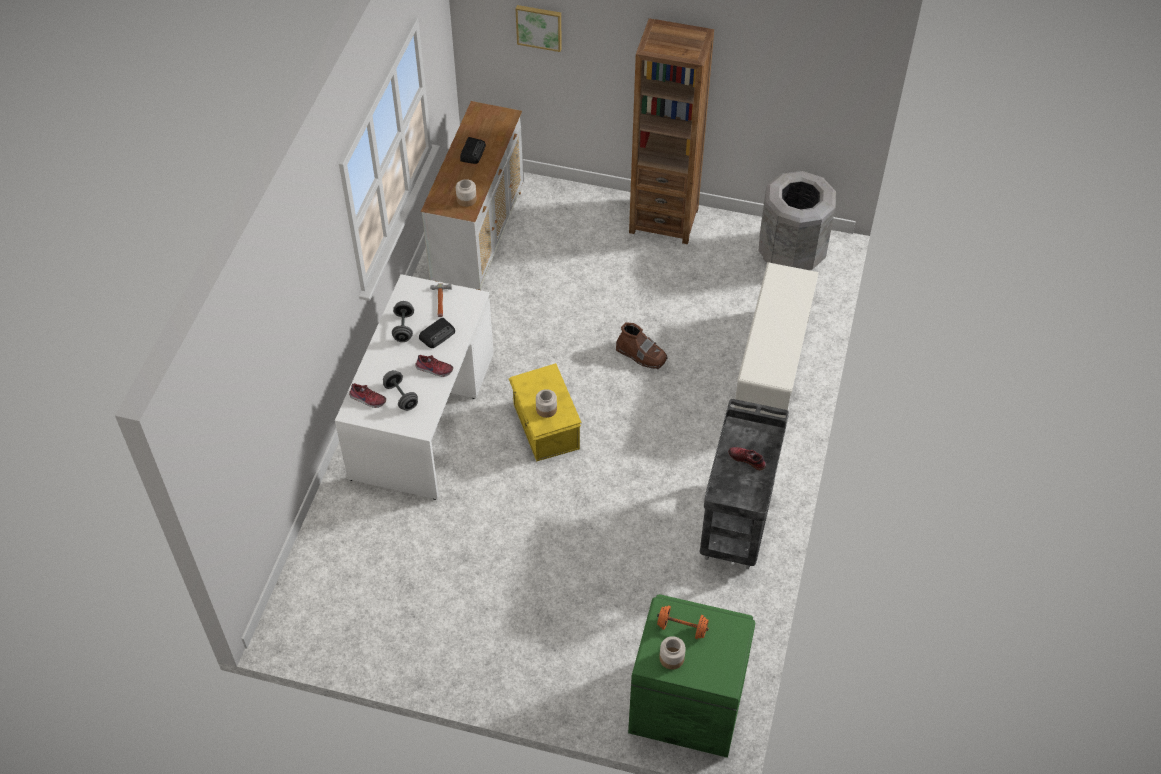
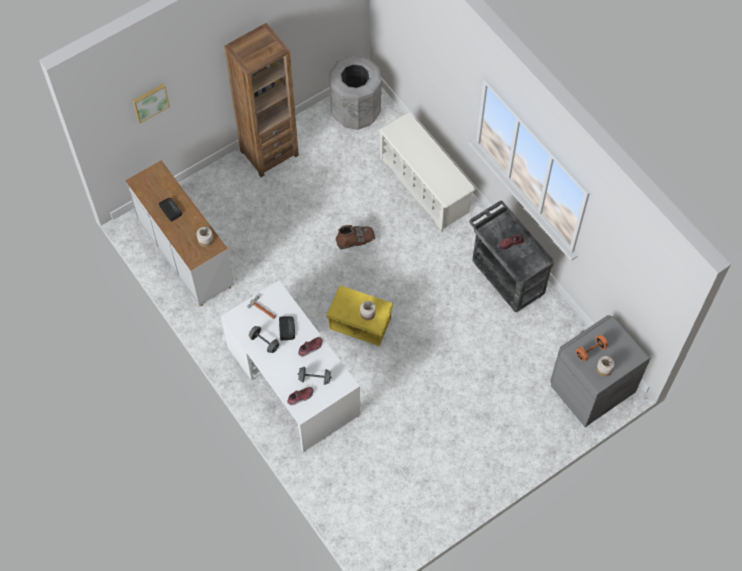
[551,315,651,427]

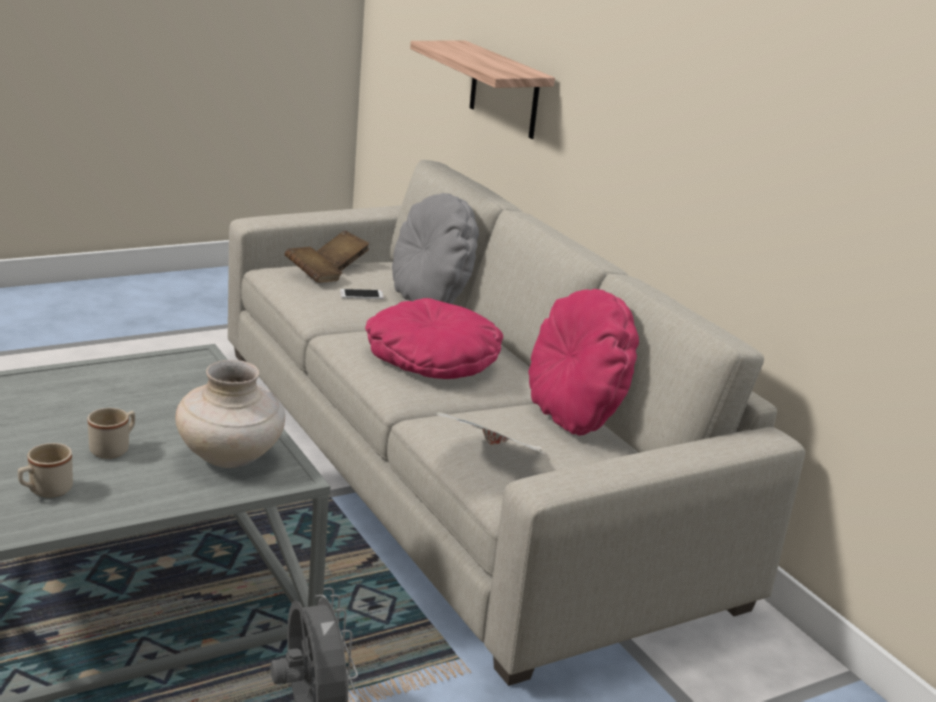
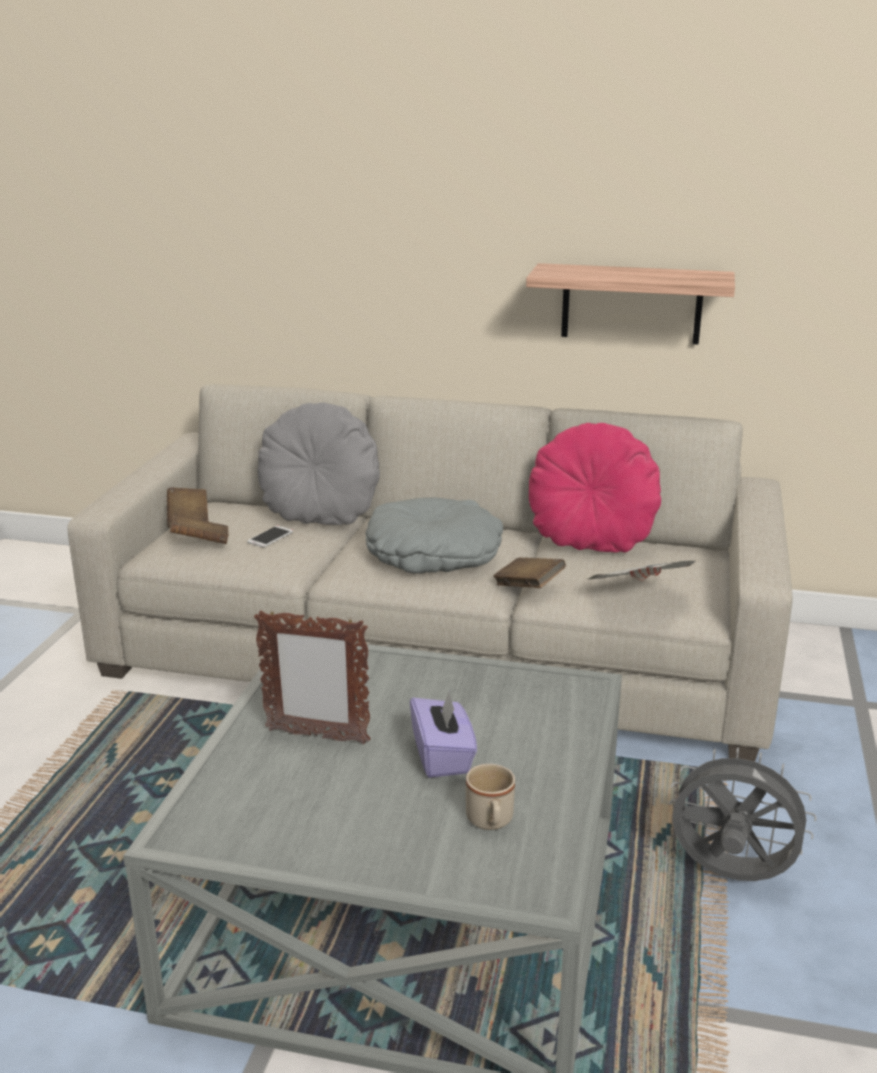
[175,360,285,468] (first image)
[254,610,371,745]
[493,558,566,588]
[526,263,735,345]
[410,690,477,778]
[365,498,503,574]

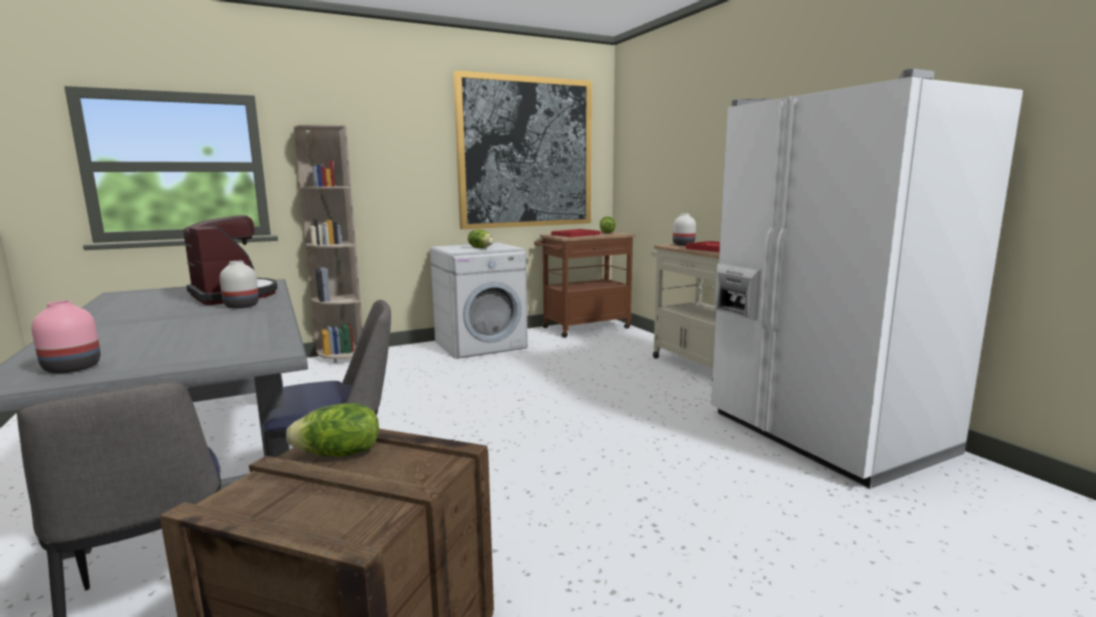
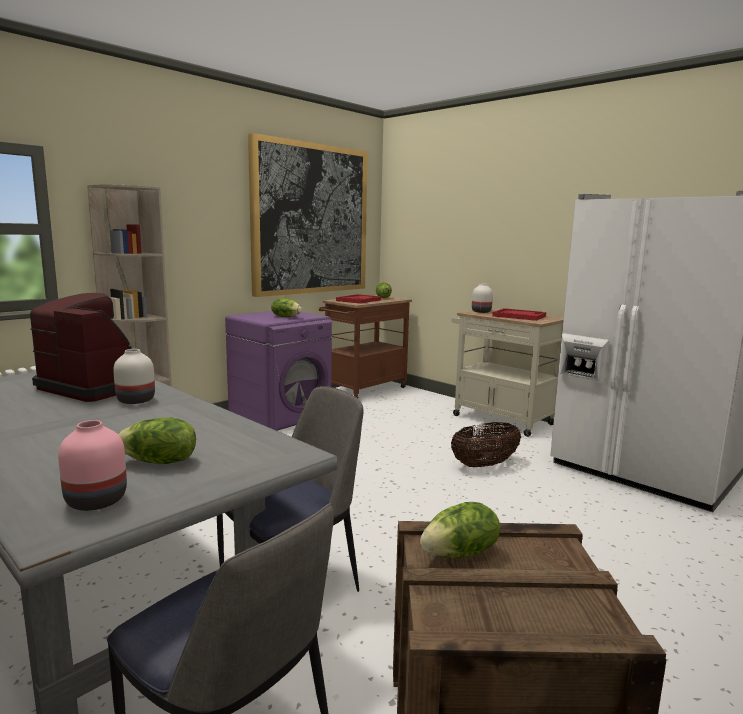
[118,417,196,464]
[451,422,521,467]
[225,311,332,431]

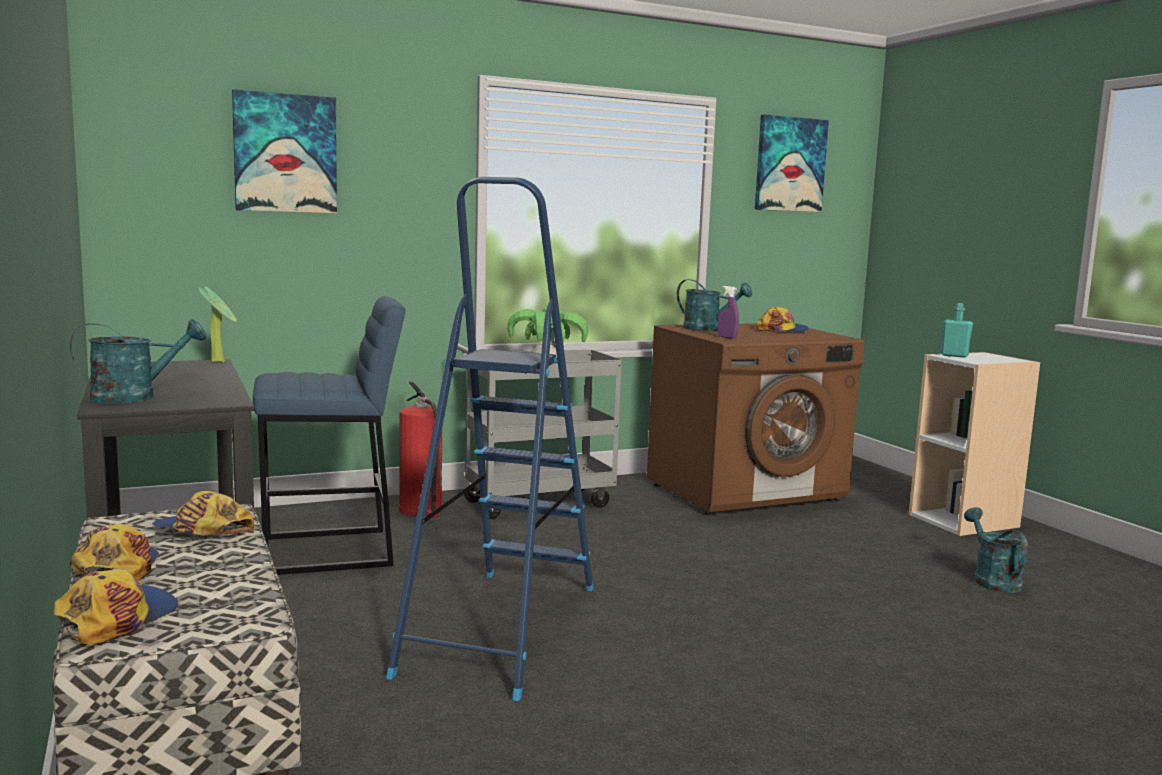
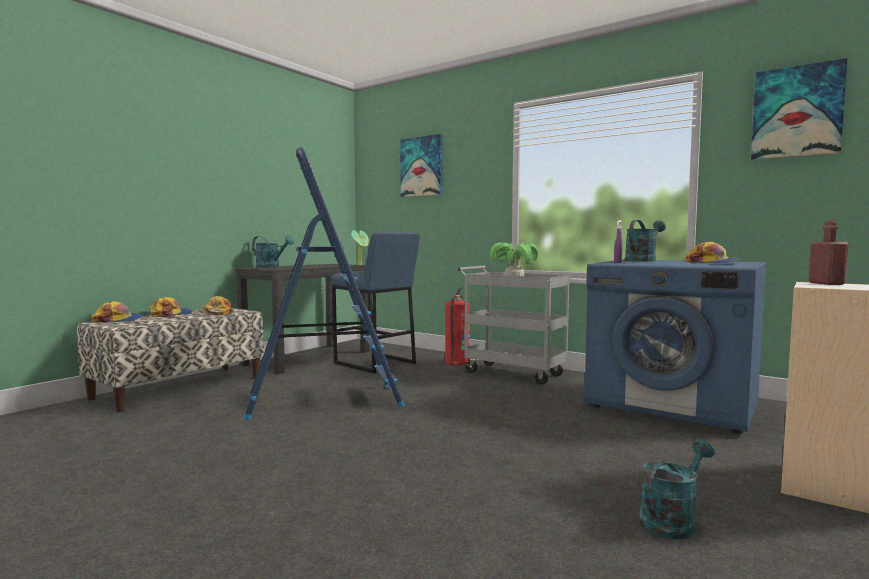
[584,259,766,434]
[809,221,849,285]
[625,220,666,262]

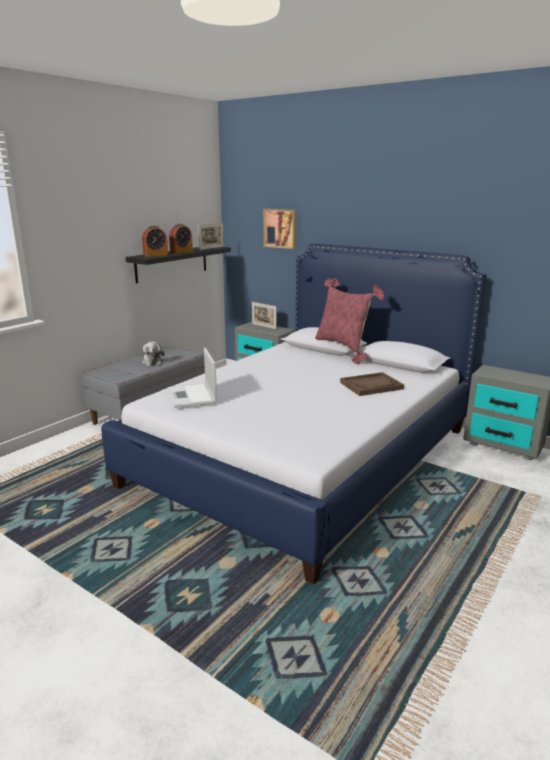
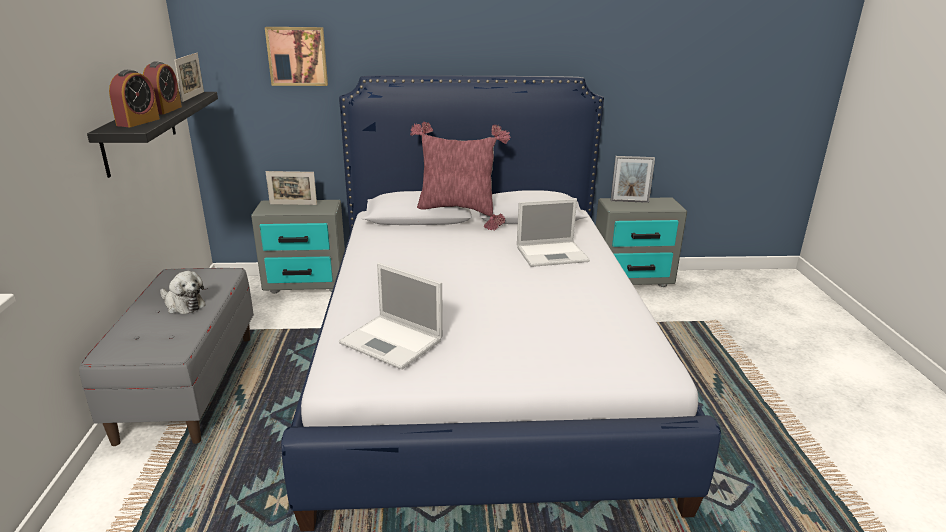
[611,156,655,203]
[517,199,590,267]

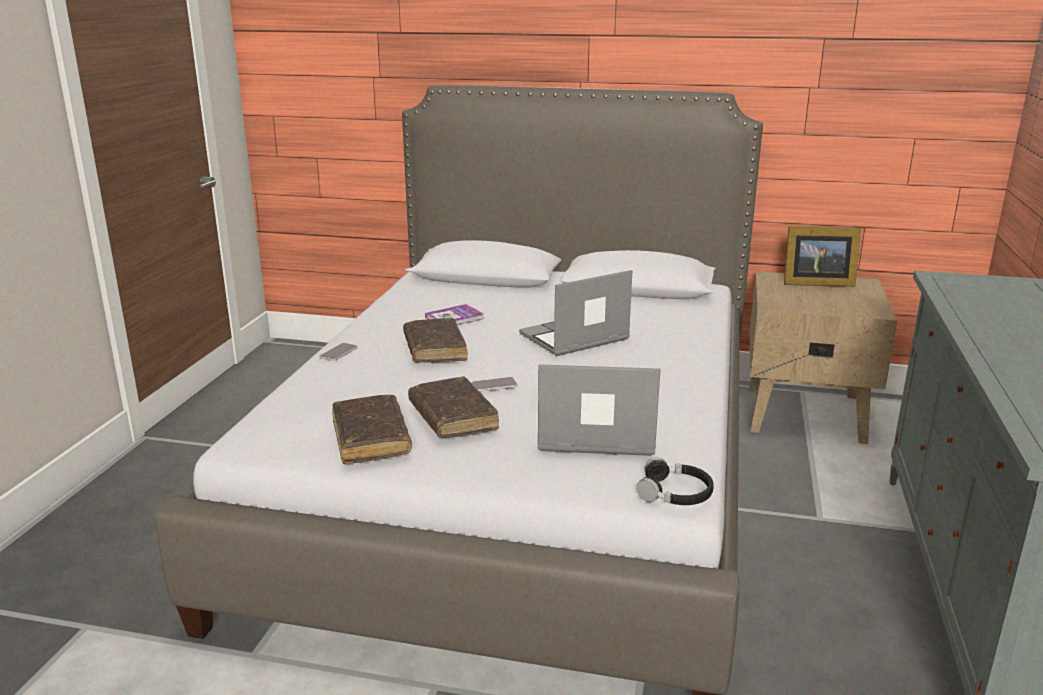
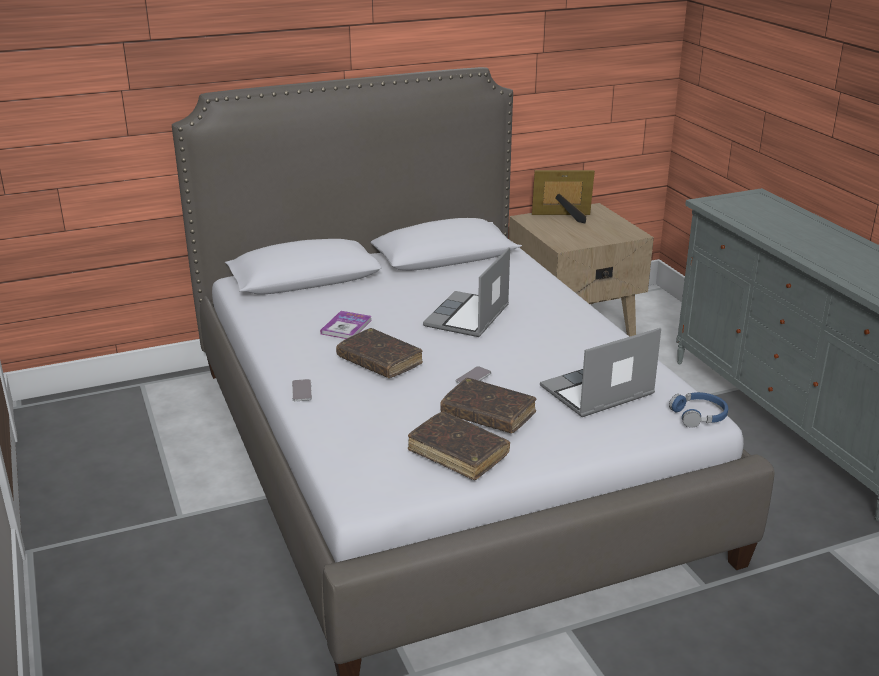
[669,392,728,428]
[532,170,595,223]

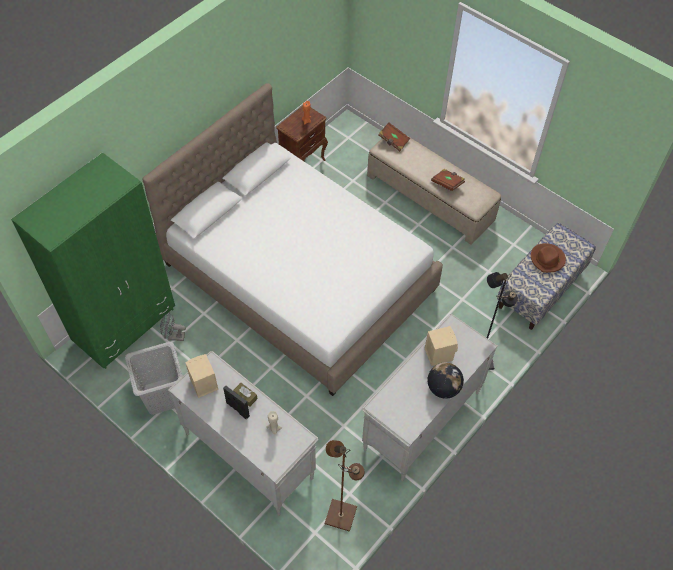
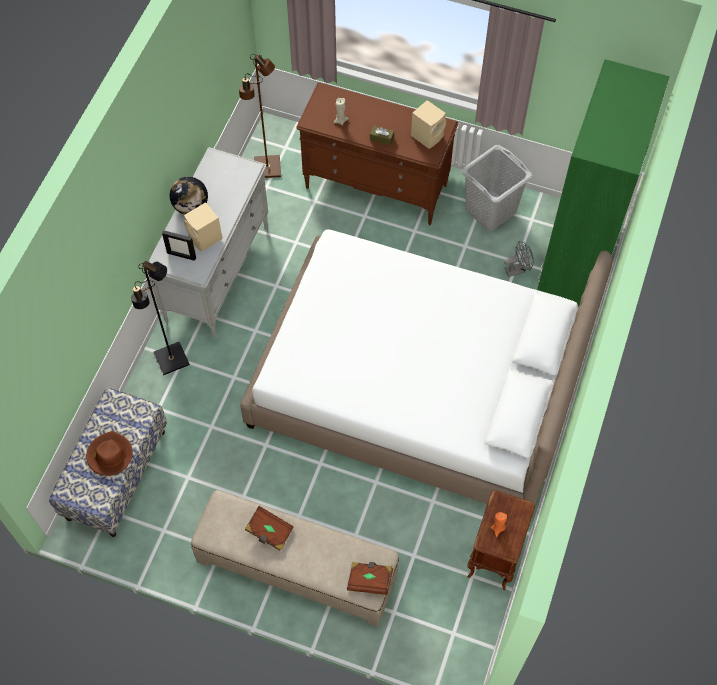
[162,230,196,261]
[296,82,459,225]

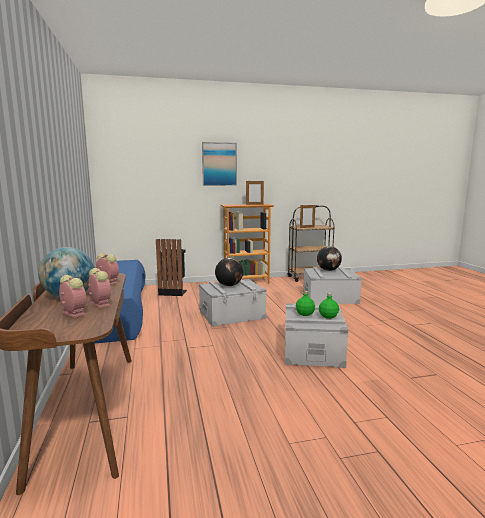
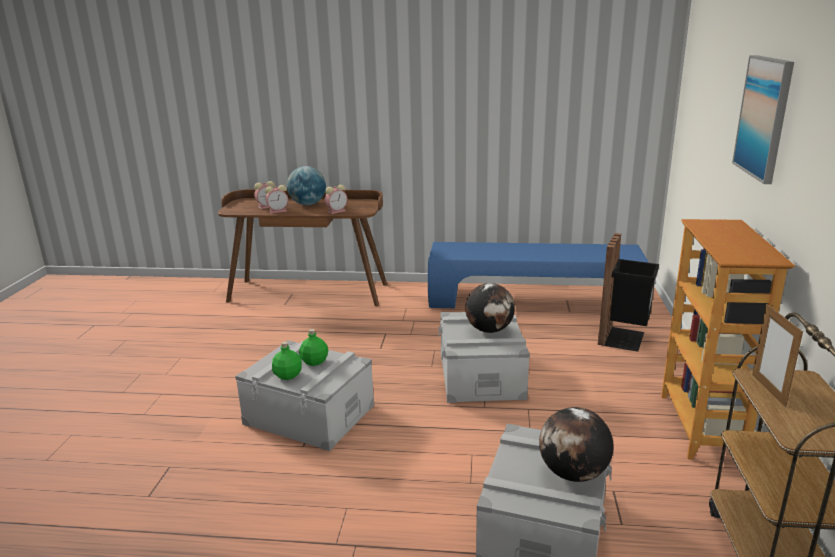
[246,181,264,205] (first image)

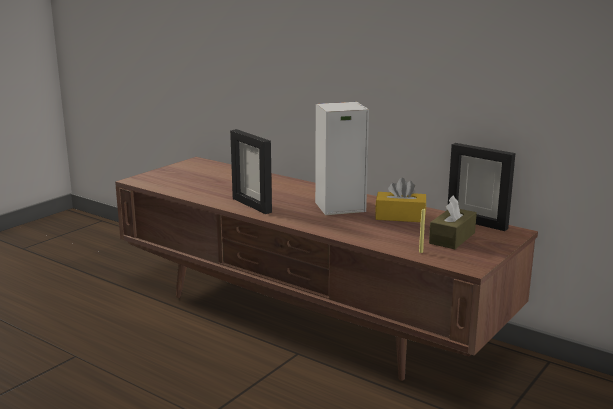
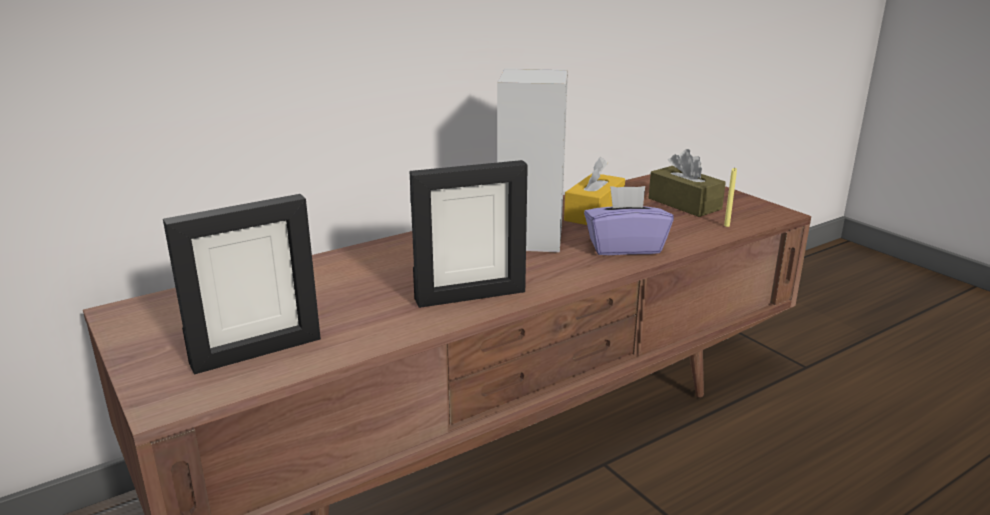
[584,186,674,255]
[163,194,321,375]

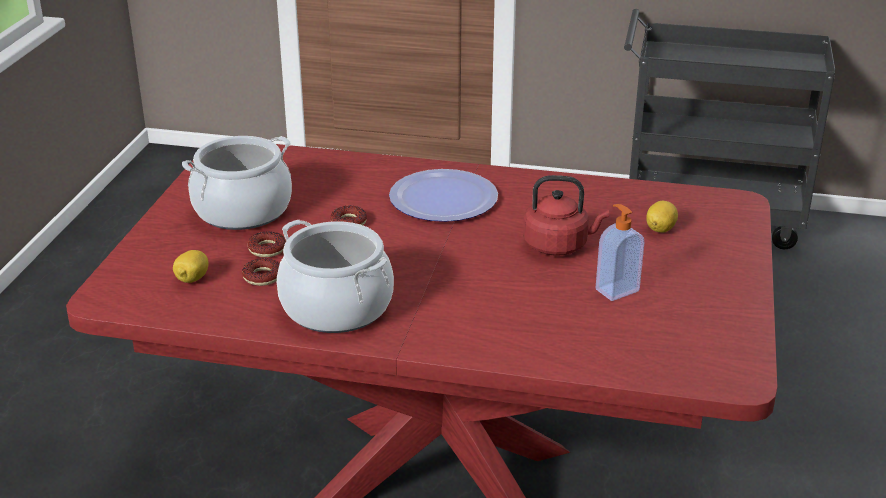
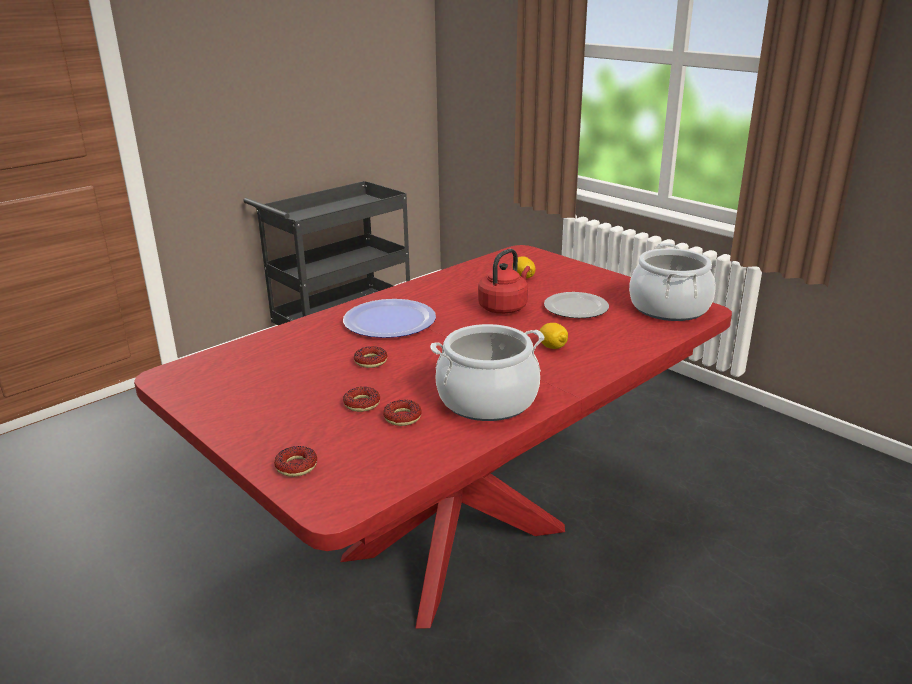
[274,446,317,477]
[540,323,568,349]
[629,243,715,321]
[544,292,609,318]

